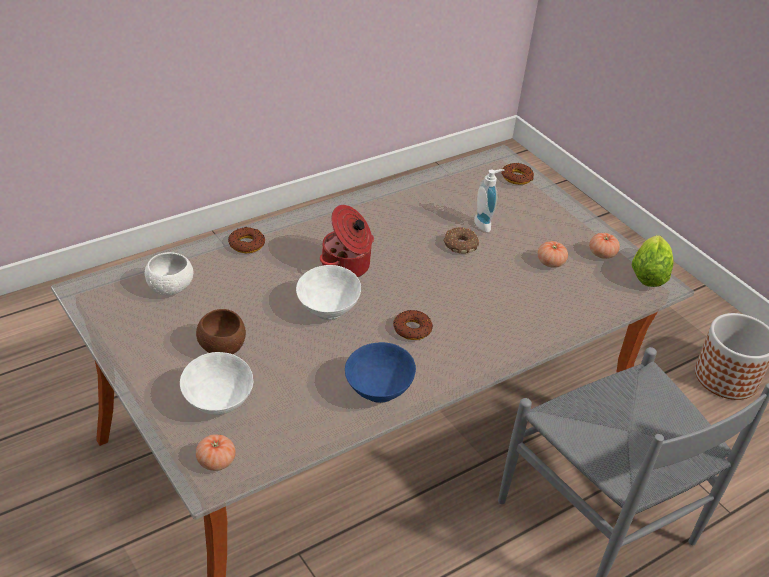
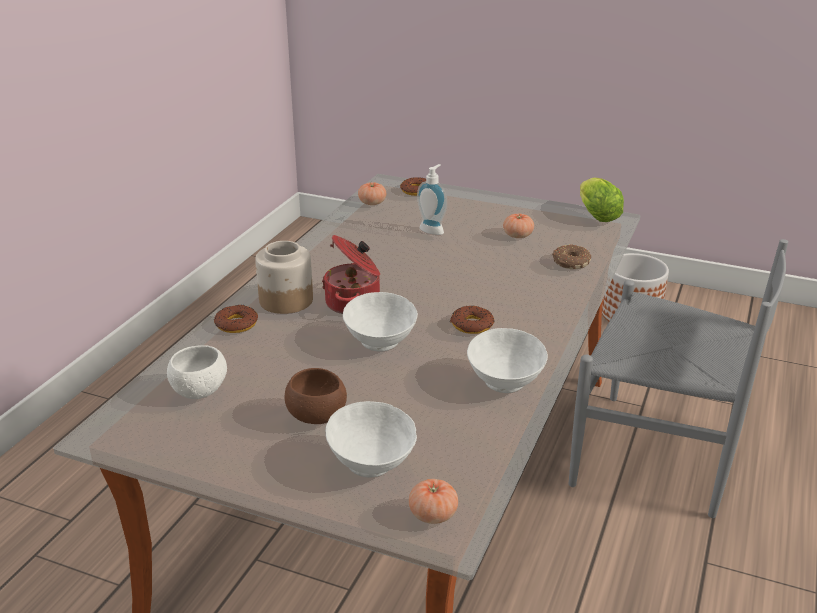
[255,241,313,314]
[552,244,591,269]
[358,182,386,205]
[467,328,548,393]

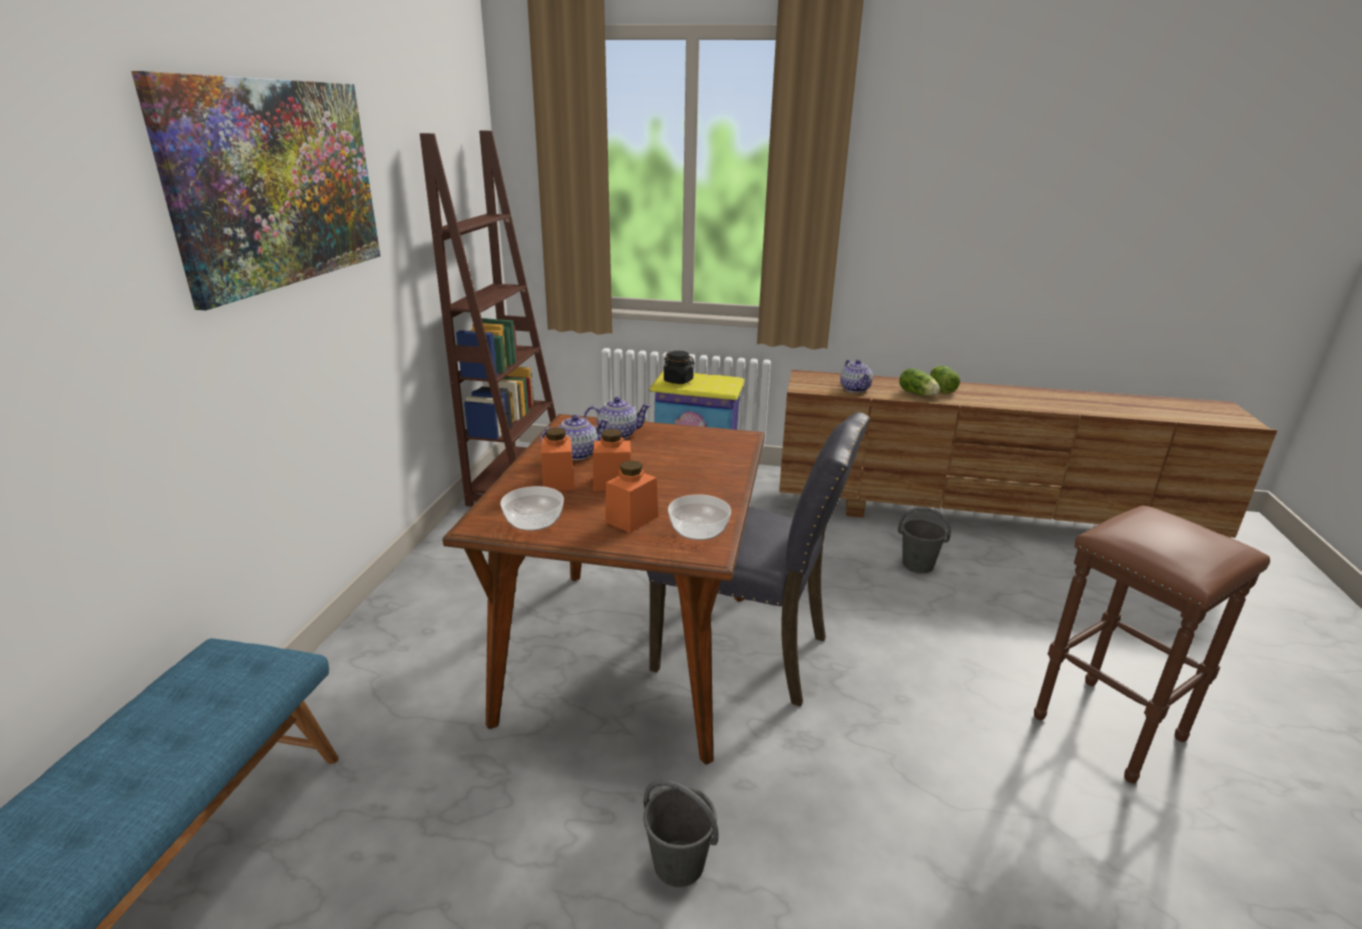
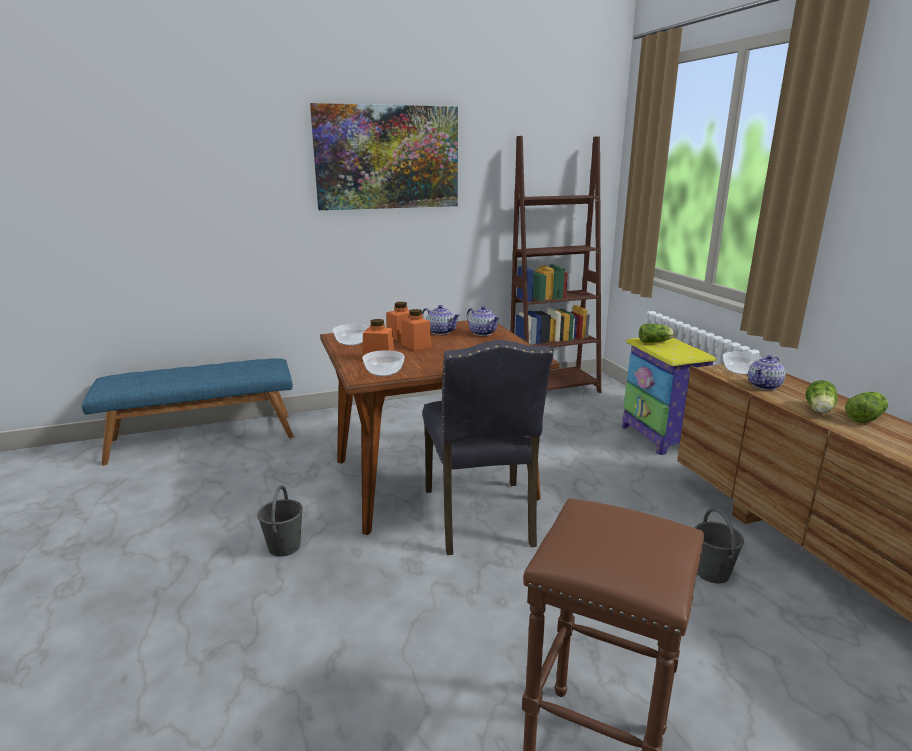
[723,352,762,375]
[639,324,674,343]

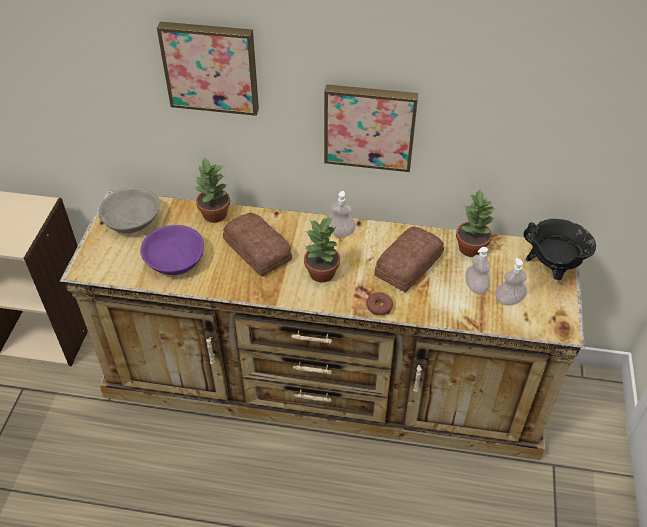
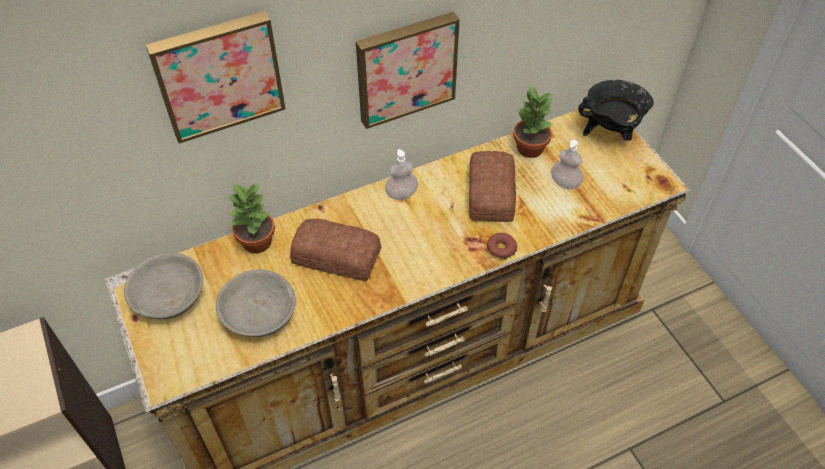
[304,216,340,282] (first image)
[495,258,527,306] (first image)
[216,269,296,337]

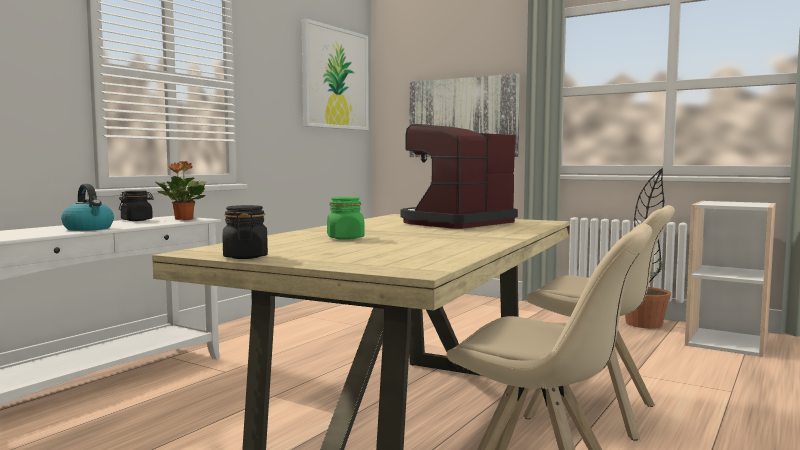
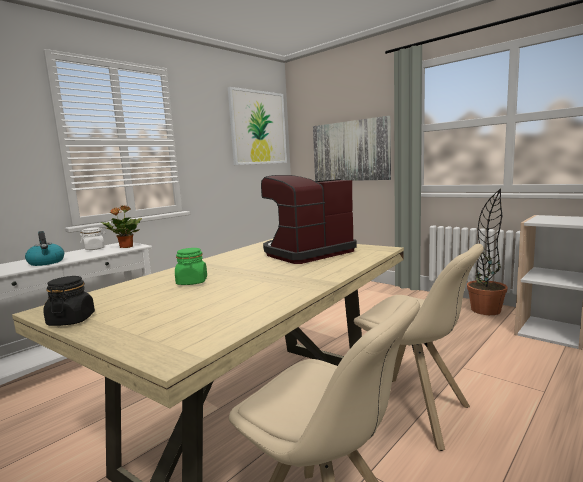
[80,227,105,250]

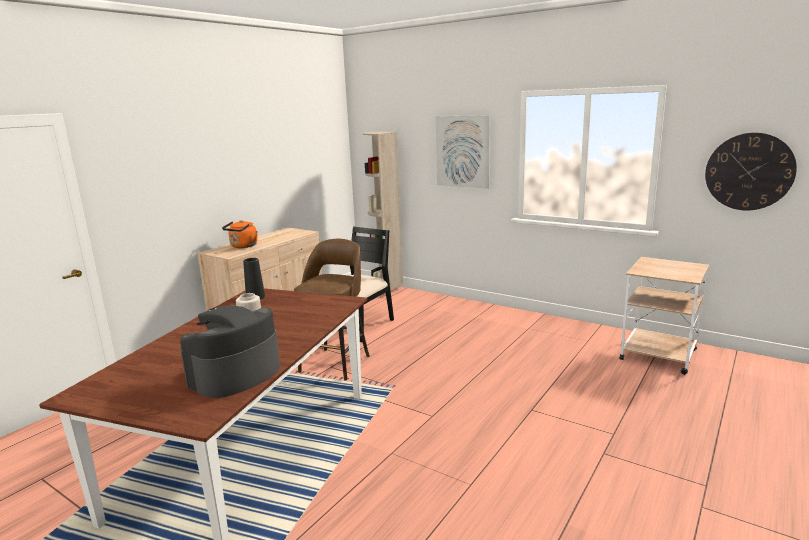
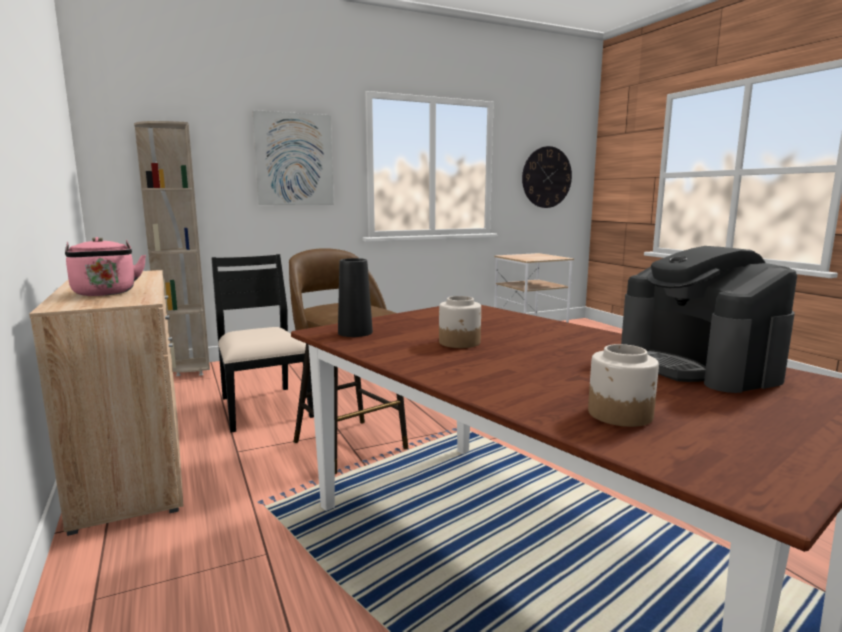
[588,344,659,427]
[65,237,146,296]

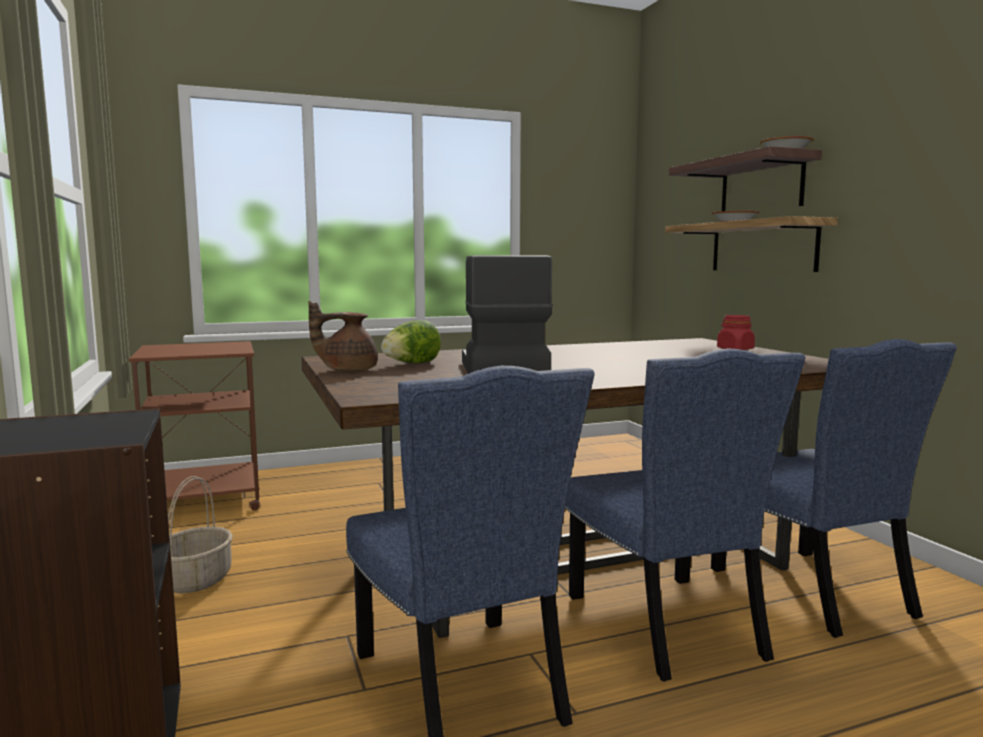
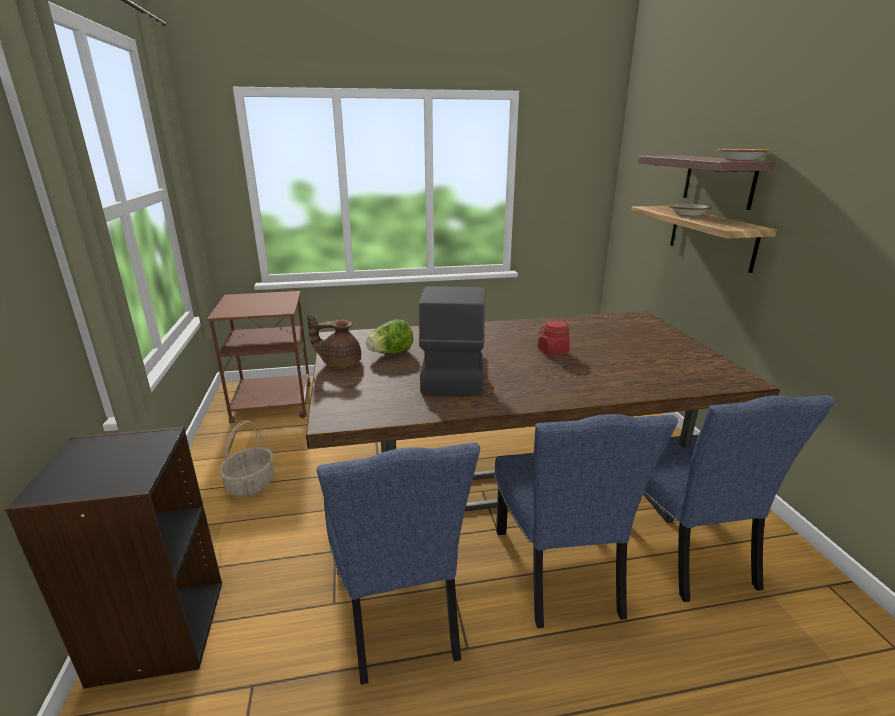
[538,320,570,356]

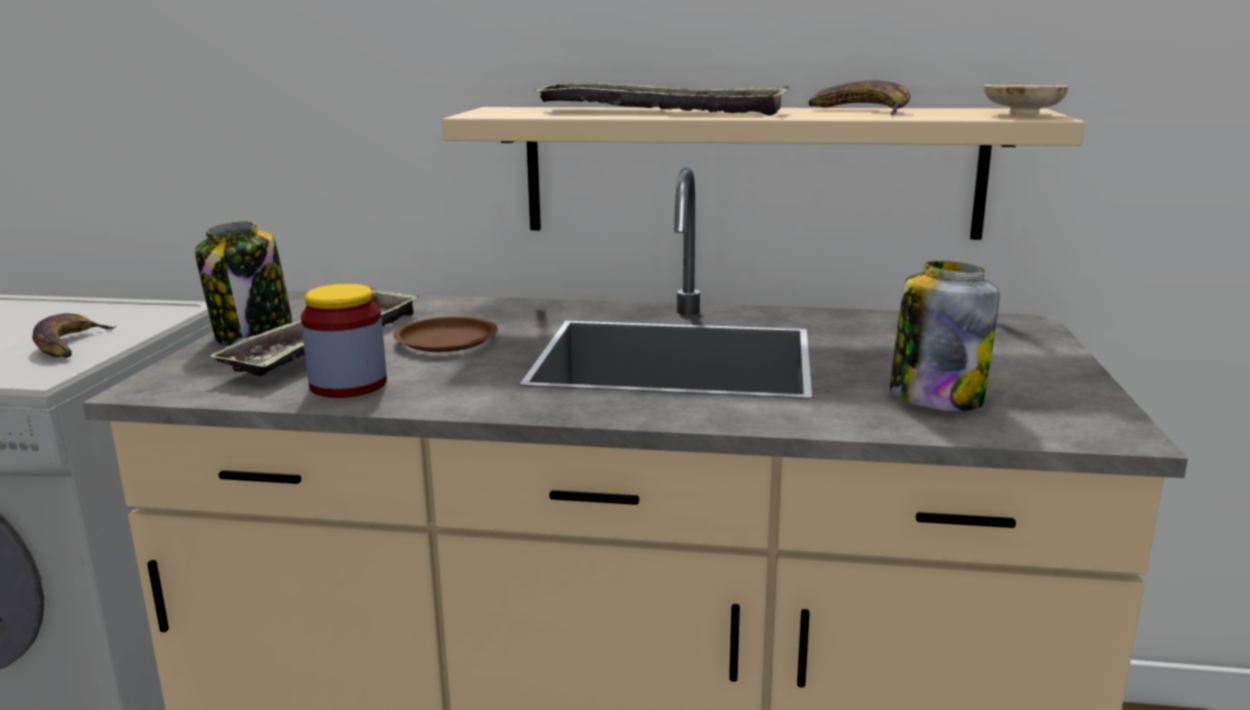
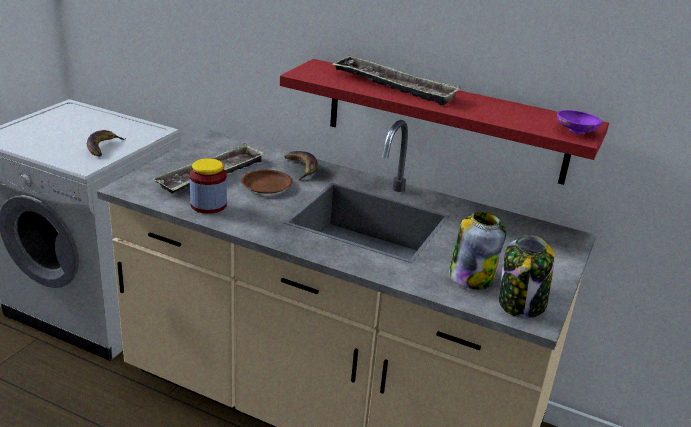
[499,235,555,318]
[284,151,318,181]
[280,59,609,185]
[557,110,602,134]

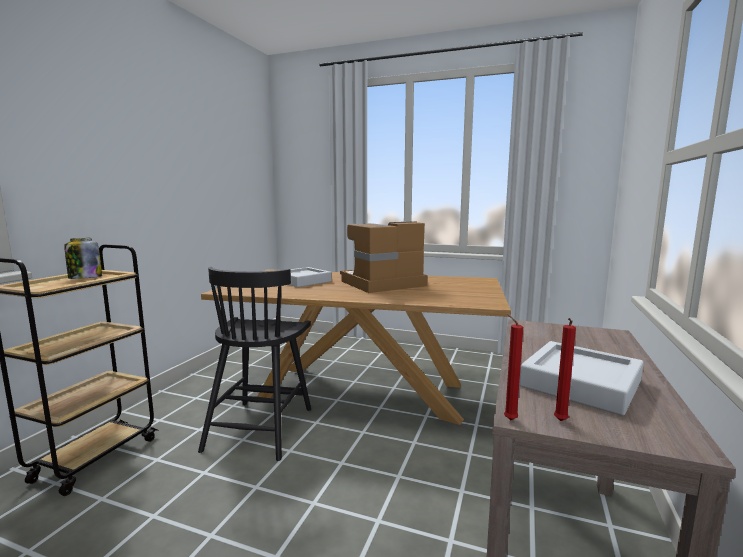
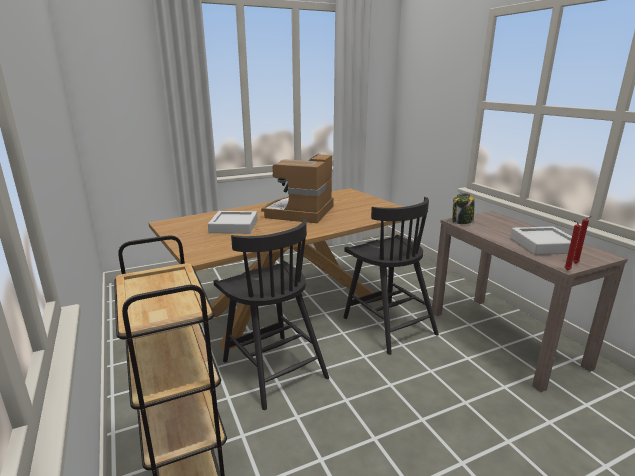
[343,197,439,355]
[453,193,475,224]

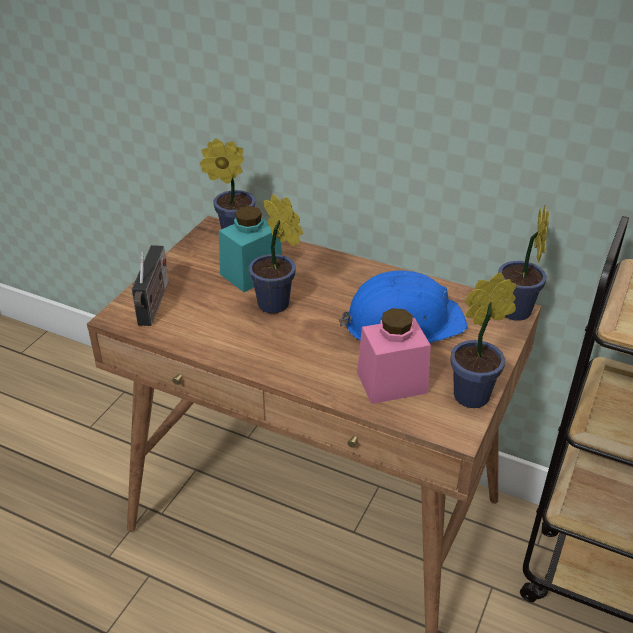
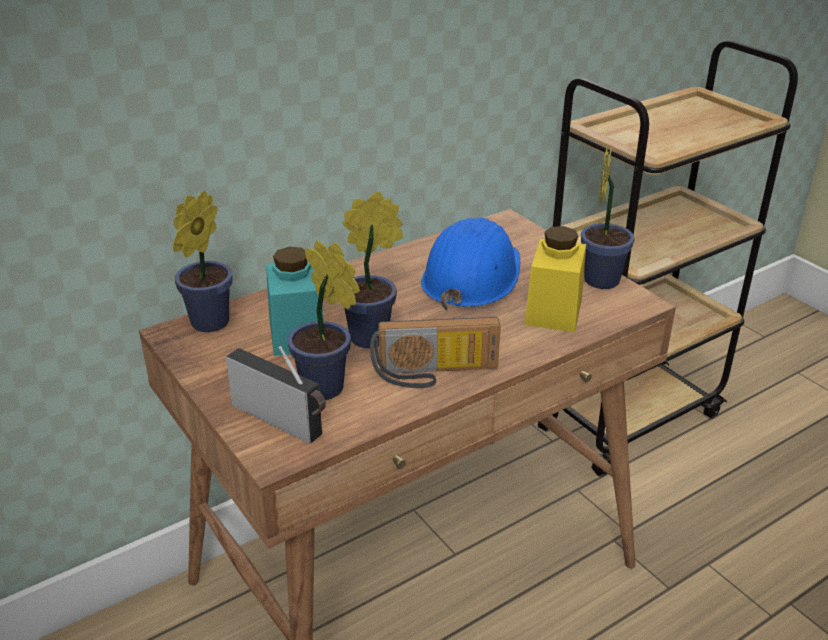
[370,317,501,388]
[288,240,360,400]
[524,226,586,332]

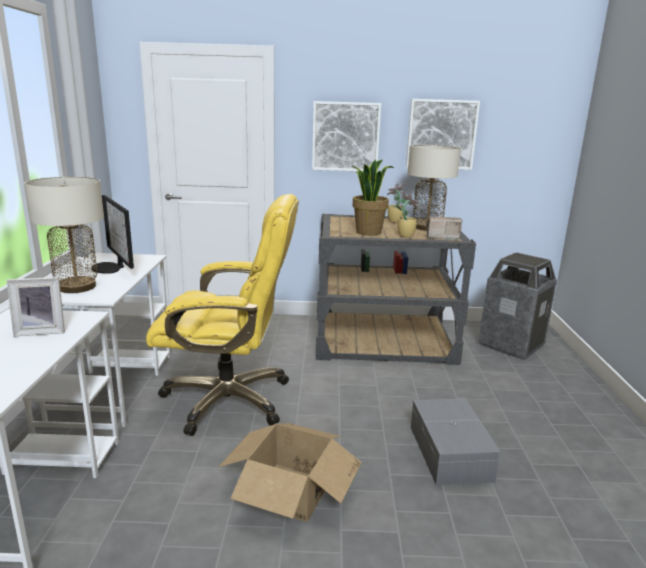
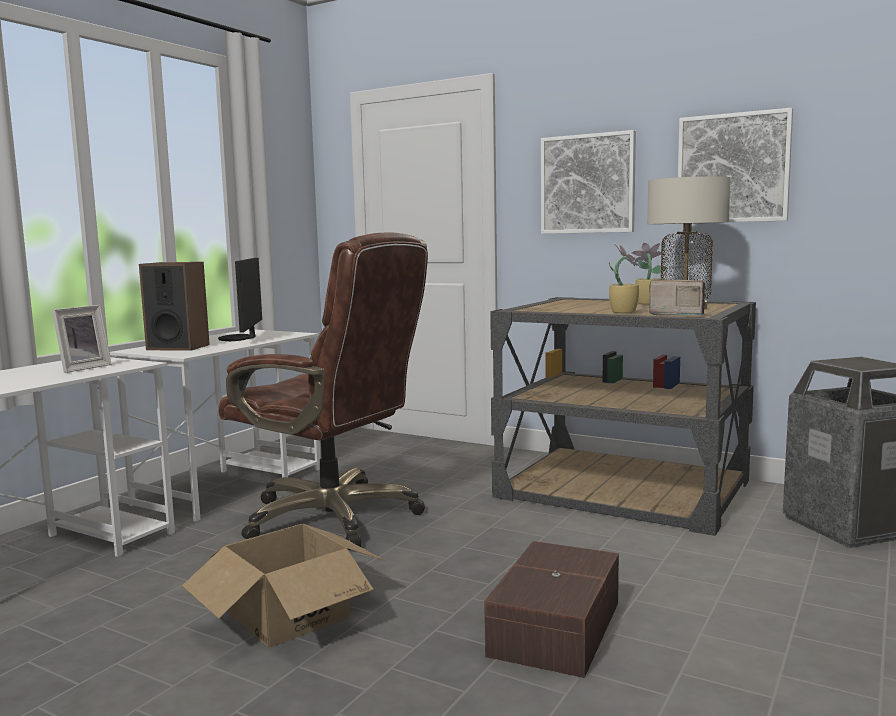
[352,160,394,235] (first image)
[139,262,210,351]
[218,232,428,550]
[484,541,619,678]
[52,305,112,373]

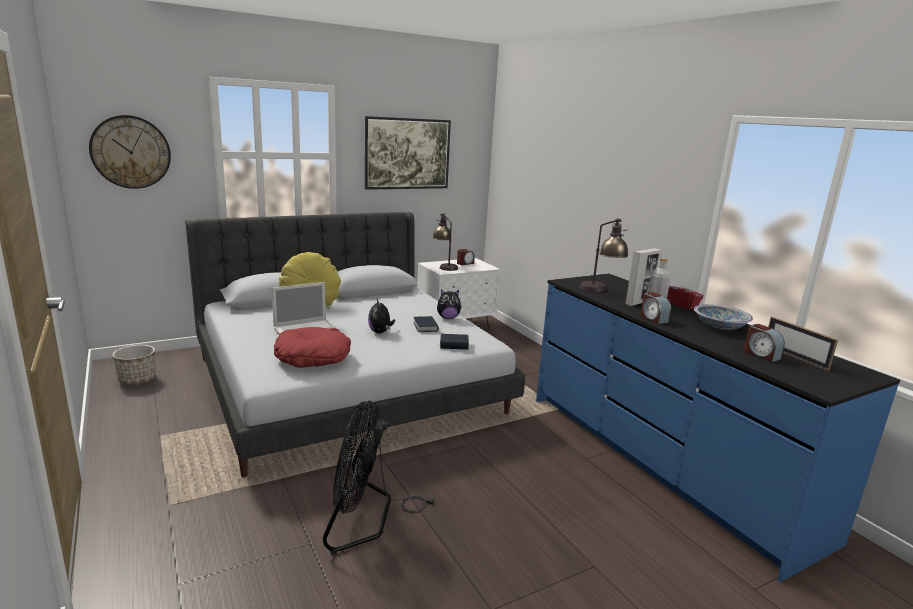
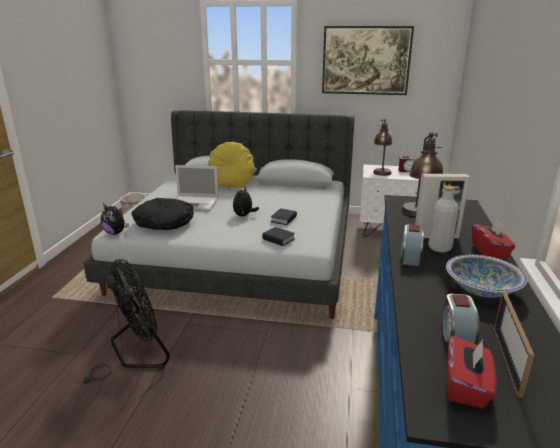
[89,115,171,189] (first image)
[447,335,497,409]
[101,204,129,235]
[132,198,194,230]
[81,259,169,383]

